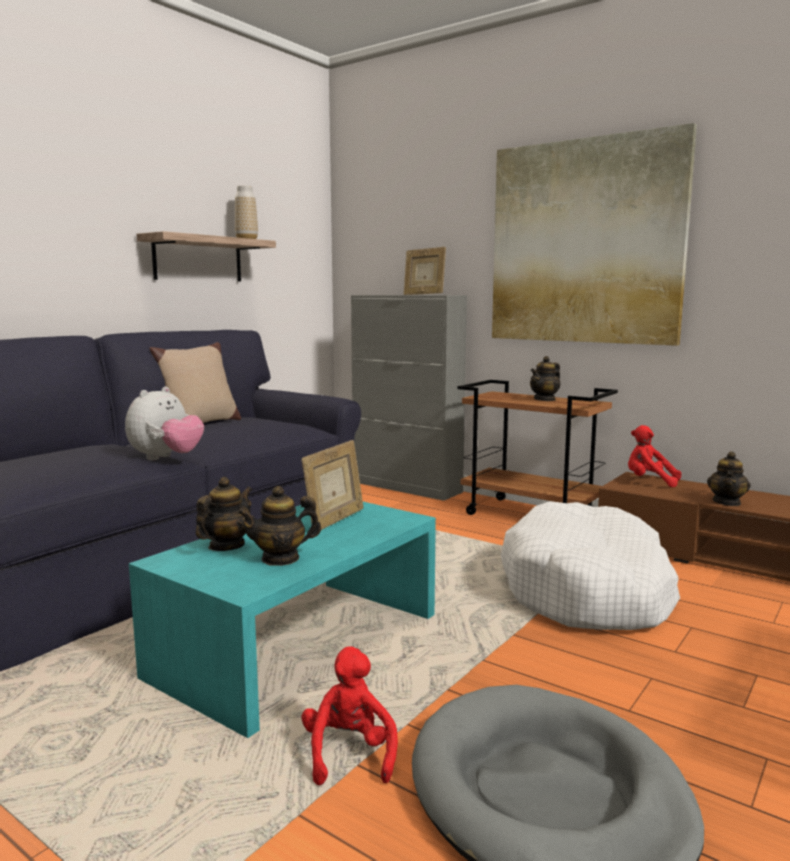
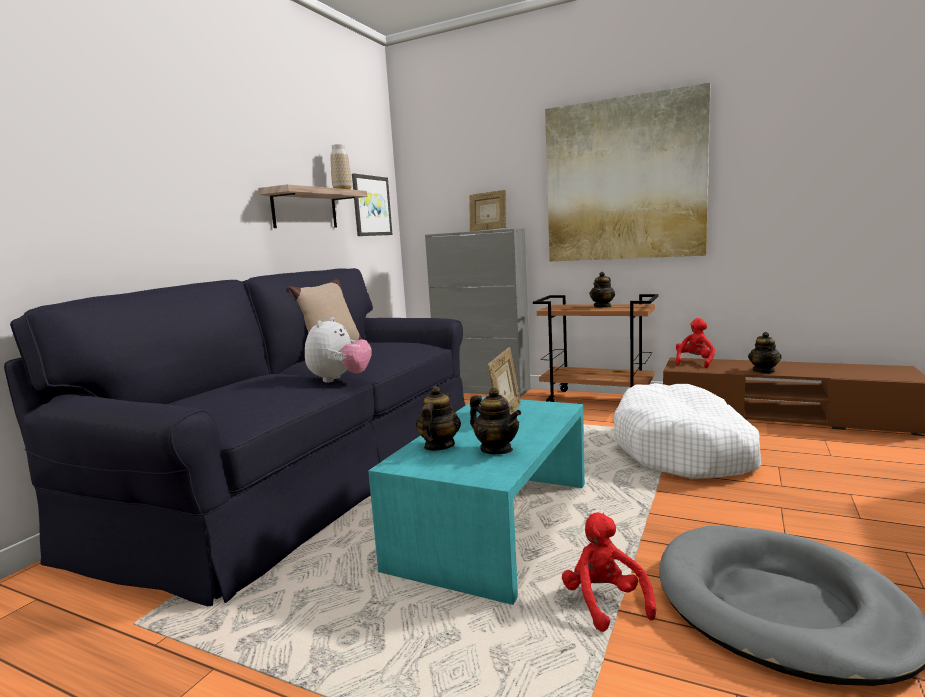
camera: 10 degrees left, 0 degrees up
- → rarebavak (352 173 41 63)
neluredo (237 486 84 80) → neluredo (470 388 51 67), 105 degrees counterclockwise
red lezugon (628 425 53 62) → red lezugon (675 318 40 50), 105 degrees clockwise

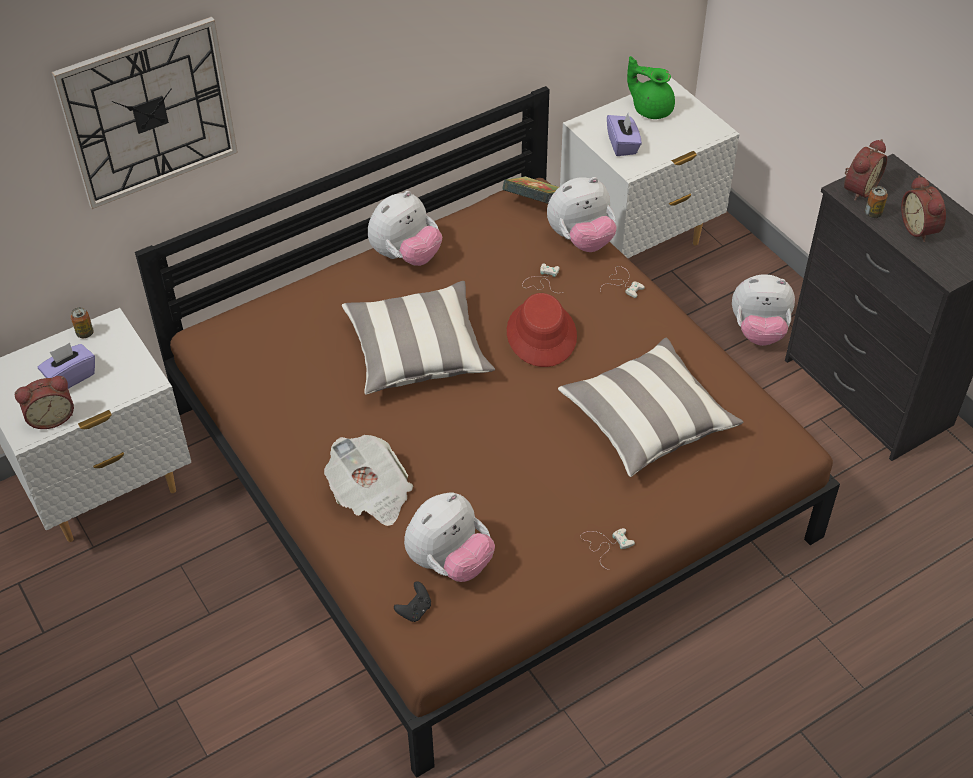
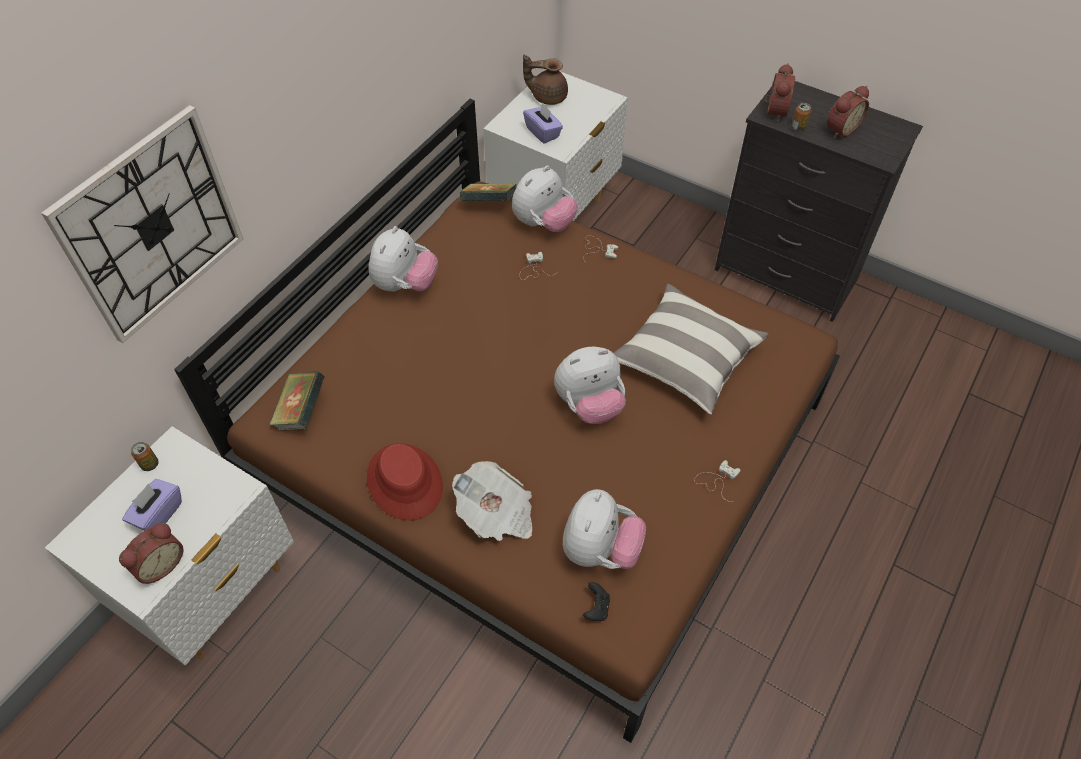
camera: 25 degrees left, 5 degrees up
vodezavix (342 281 153 113) → -
- → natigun (270 371 55 60)
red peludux (507 293 70 74) → red peludux (367 443 76 78), move
lezugon (732 274 63 72) → lezugon (554 347 72 77), move
green neluredo (627 56 48 63) → brown neluredo (523 55 45 50)
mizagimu (901 175 45 67) → mizagimu (826 86 43 53), 90 degrees counterclockwise

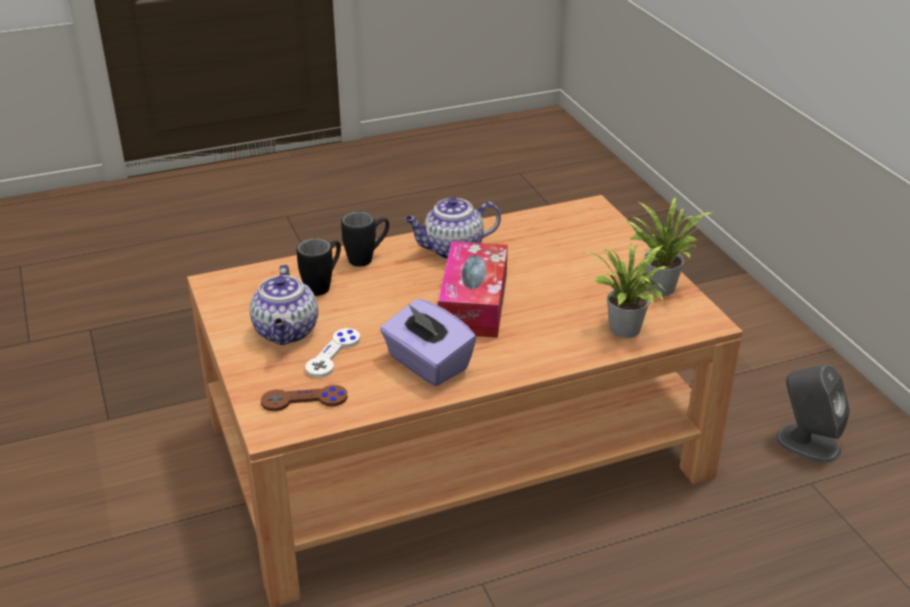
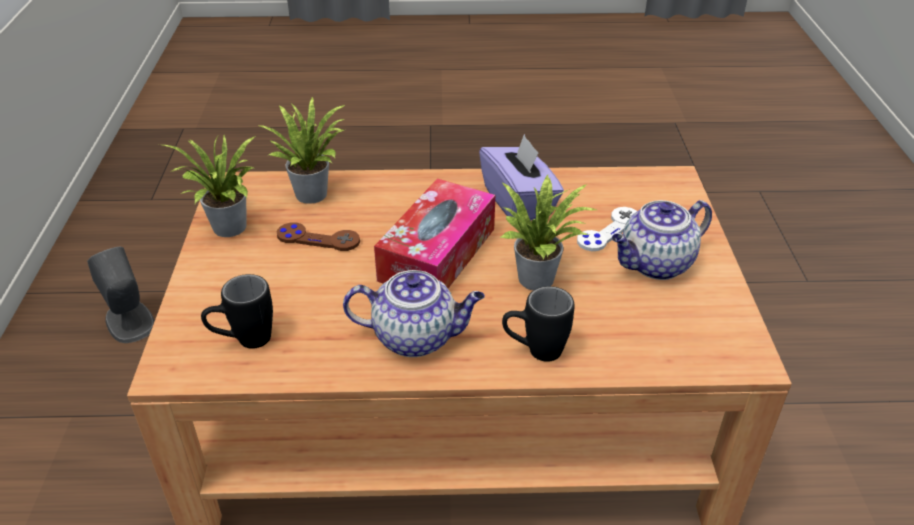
camera: 160 degrees left, 5 degrees up
- → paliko (500 175 97 116)
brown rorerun (261 385 87 26) → brown rorerun (277 223 83 28), move
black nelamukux (297 239 44 57) → black nelamukux (201 274 72 75), move
neluredo (250 264 68 81) → neluredo (612 200 100 80), 135 degrees counterclockwise

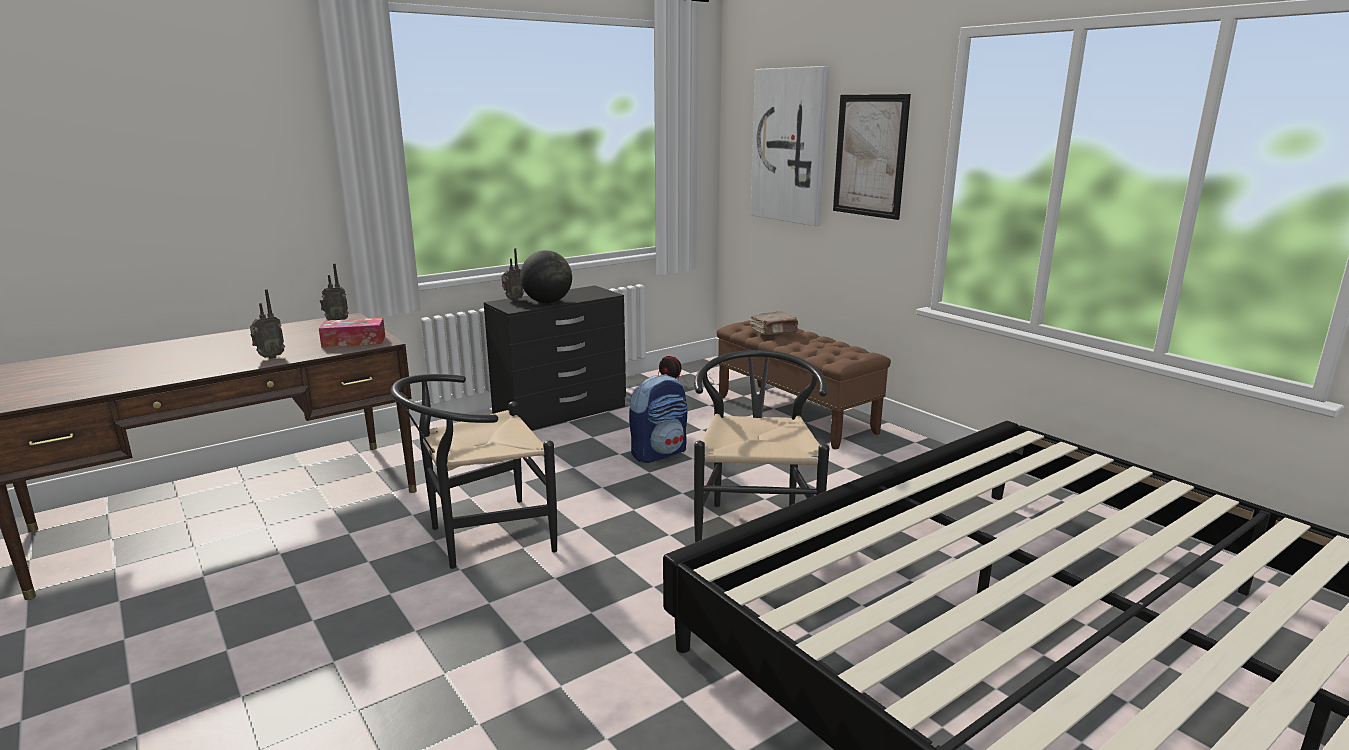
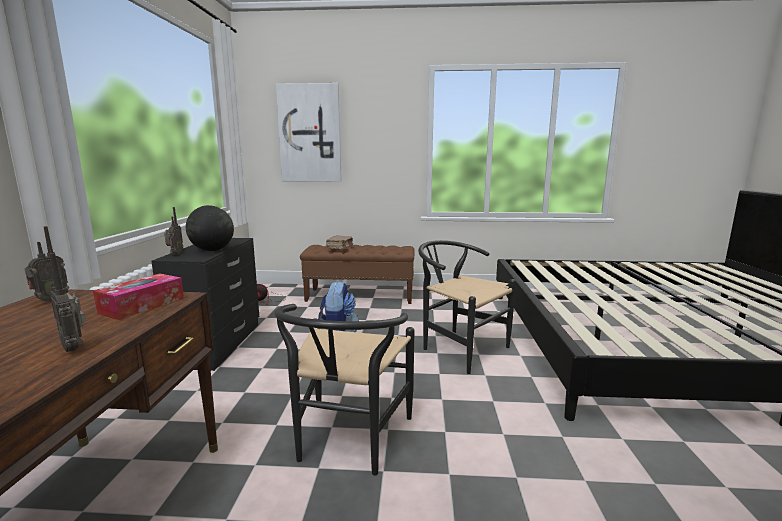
camera: 50 degrees left, 5 degrees down
rarebavak (833 94 78 126) → -
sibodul (250 289 35 70) → sibodul (50 253 36 99), 135 degrees clockwise

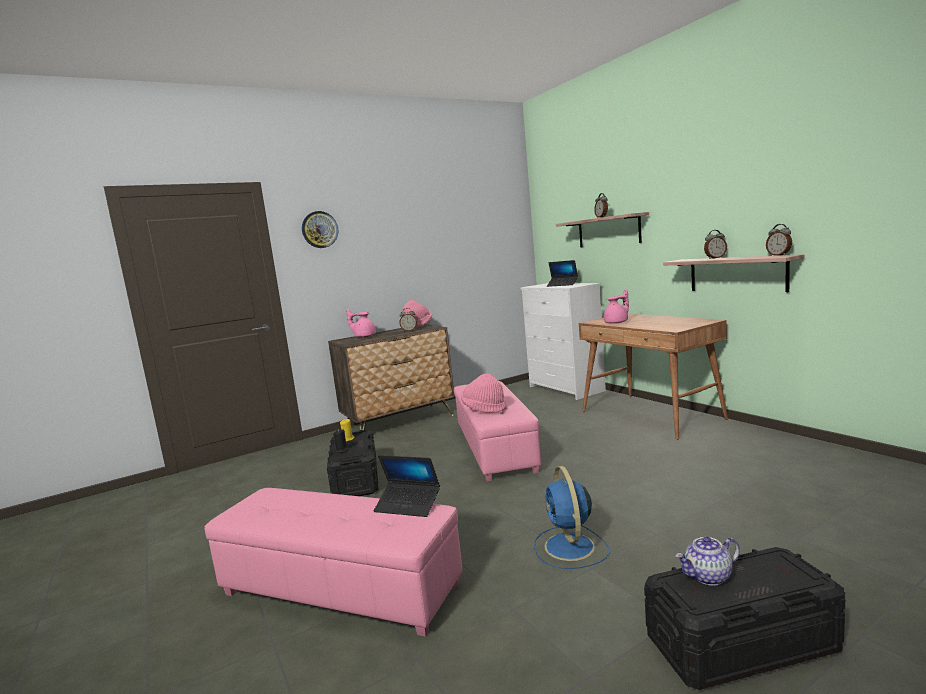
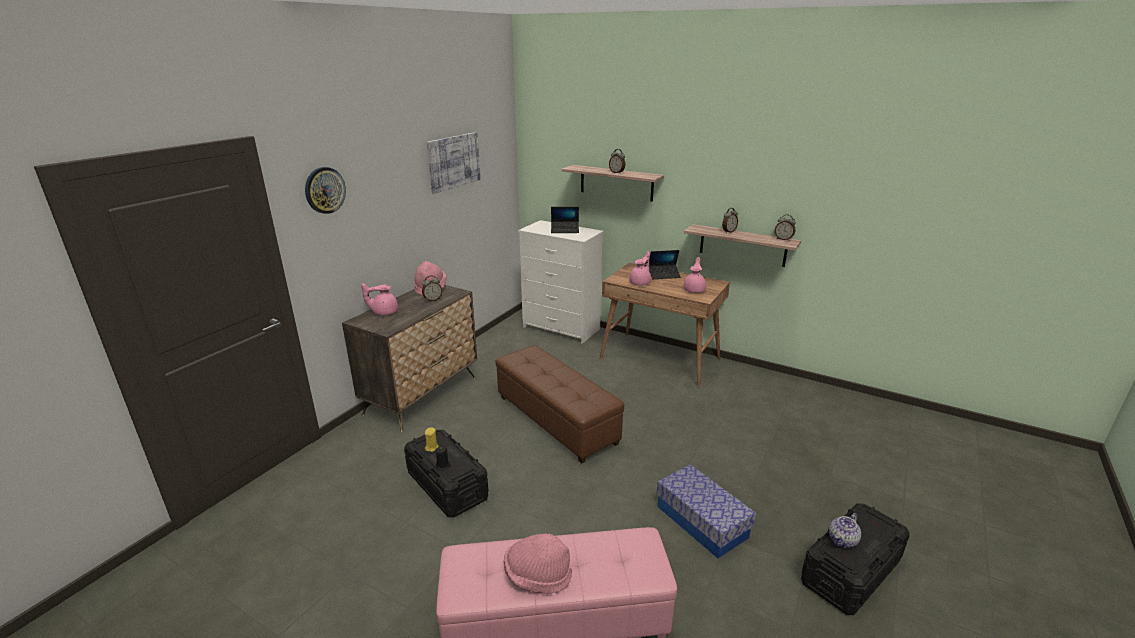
camera: 30 degrees left, 15 degrees up
- → rarebavak (427 132 54 62)
- → pink neluredo (683 257 23 36)
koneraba (374 455 66 62) → koneraba (649 250 32 29), move
pink peludux (461 373 46 40) → pink peludux (504 534 68 60), move
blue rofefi (534 466 76 103) → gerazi (657 464 99 94)
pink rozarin (454 381 87 100) → brown rozarin (495 345 129 118)

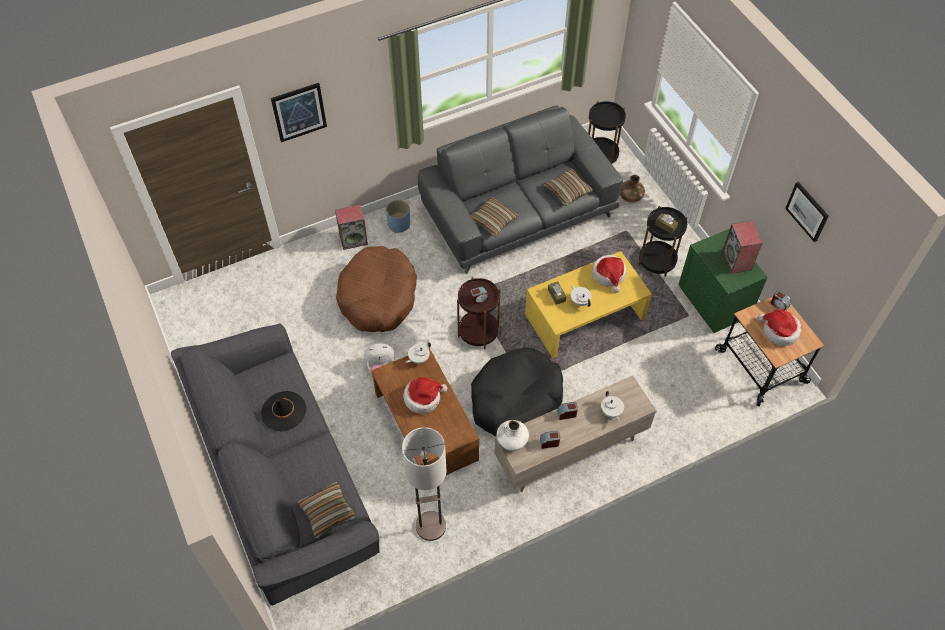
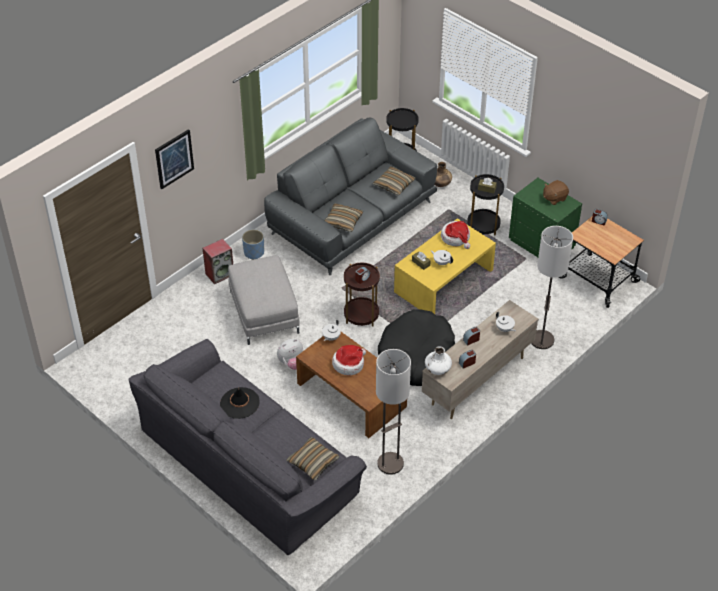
camera: 20 degrees left, 10 degrees down
peludux (757 309 44 37) → -
rarebavak (785 182 44 60) → -
- → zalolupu (531 226 42 123)
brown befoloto (336 246 81 86) → grey rozarin (228 255 72 90)
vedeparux (722 221 40 53) → brown lezugon (543 180 26 25)

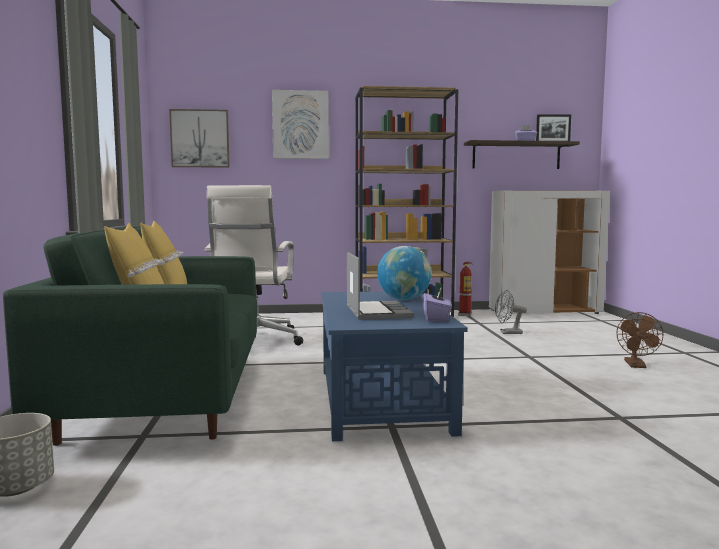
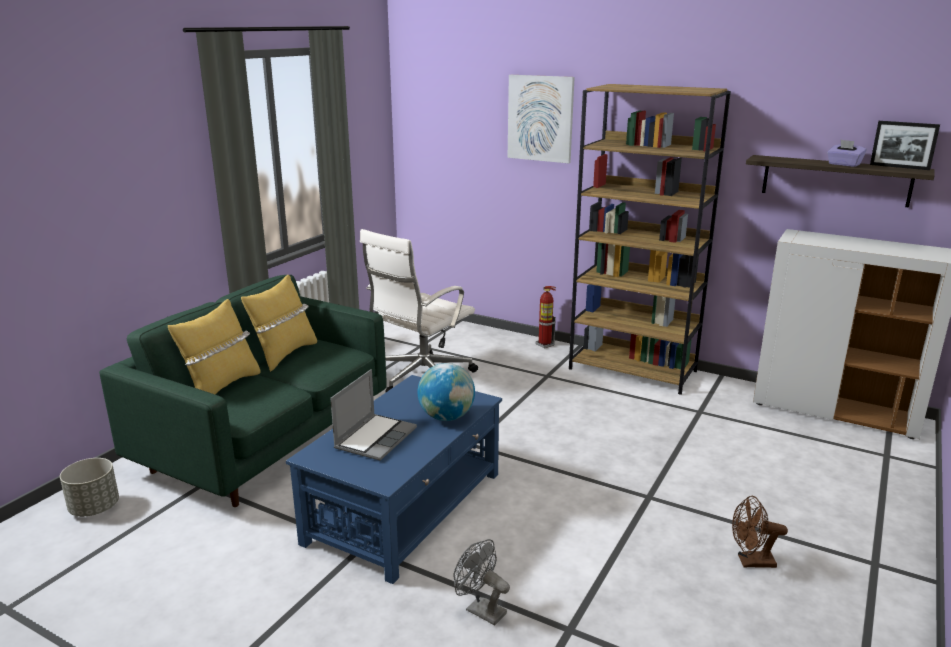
camera: 35 degrees right, 15 degrees up
rarebavak (169 109 61 59) → -
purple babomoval (422 287 30 35) → -
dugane (458 262 14 54) → dugane (536 286 20 63), move
grey rofefi (495 290 32 44) → grey rofefi (453 539 57 87), move
brown rofefi (617 312 46 56) → brown rofefi (732 496 56 72), 45 degrees clockwise

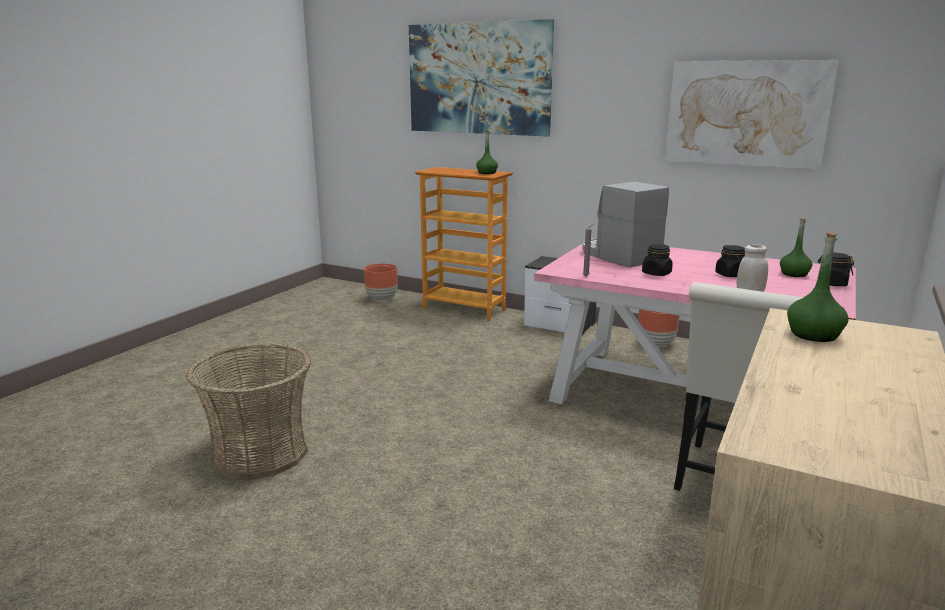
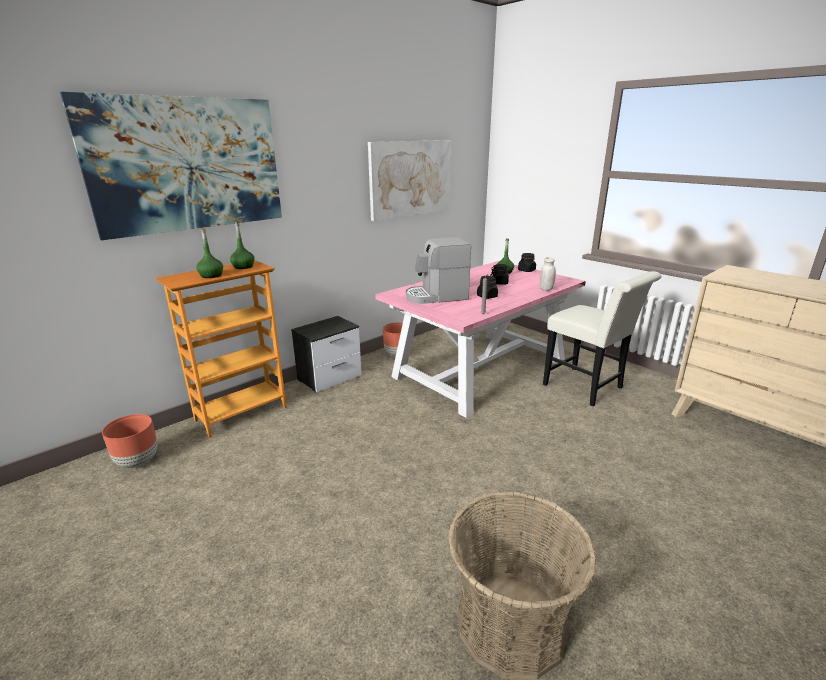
camera: 70 degrees left, 5 degrees up
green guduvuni (787 231 61 111) → green guduvuni (196 228 27 50), move

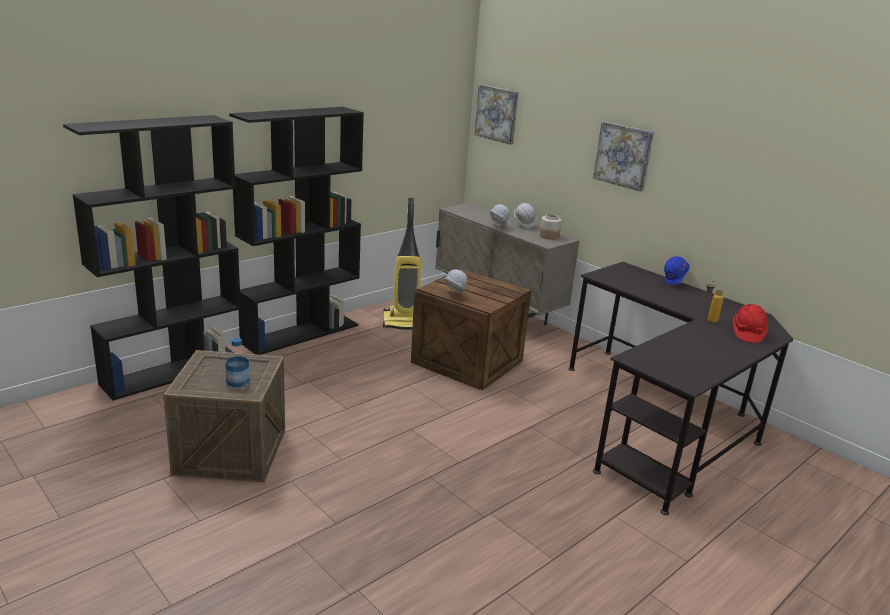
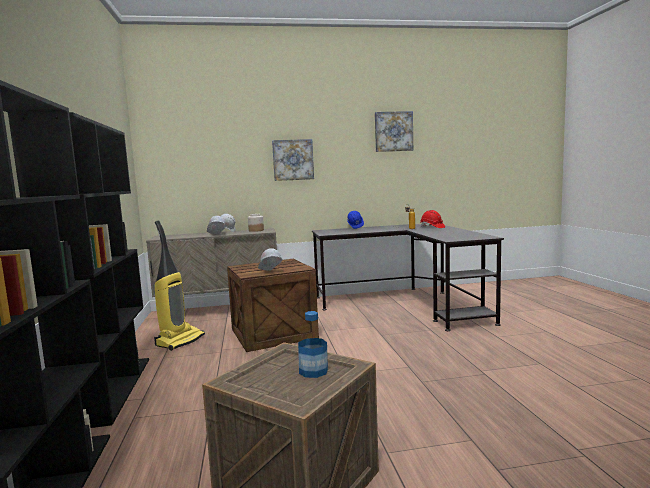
camera: 55 degrees left, 15 degrees down
rarebavak (474 85 45 60) → rarebavak (375 111 38 41), move

